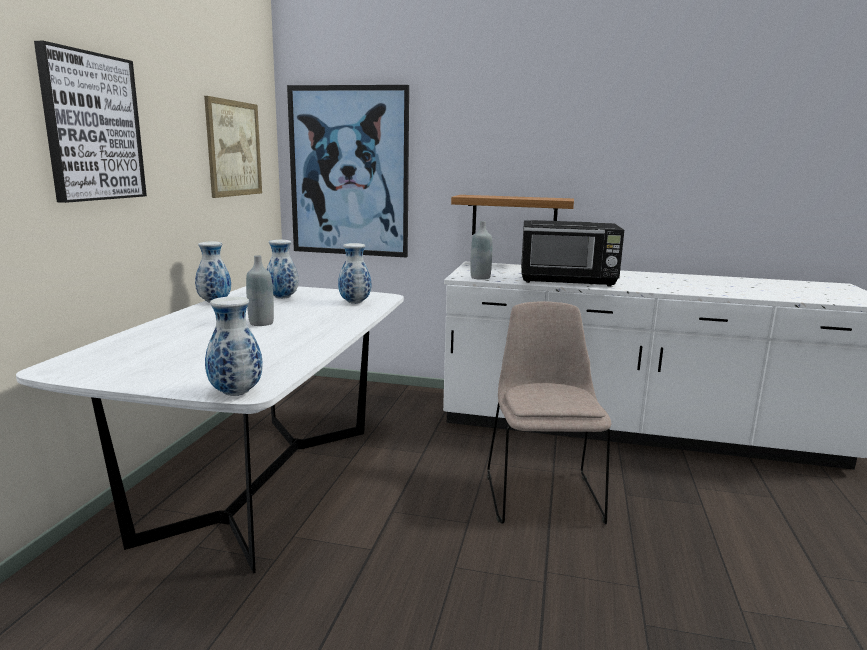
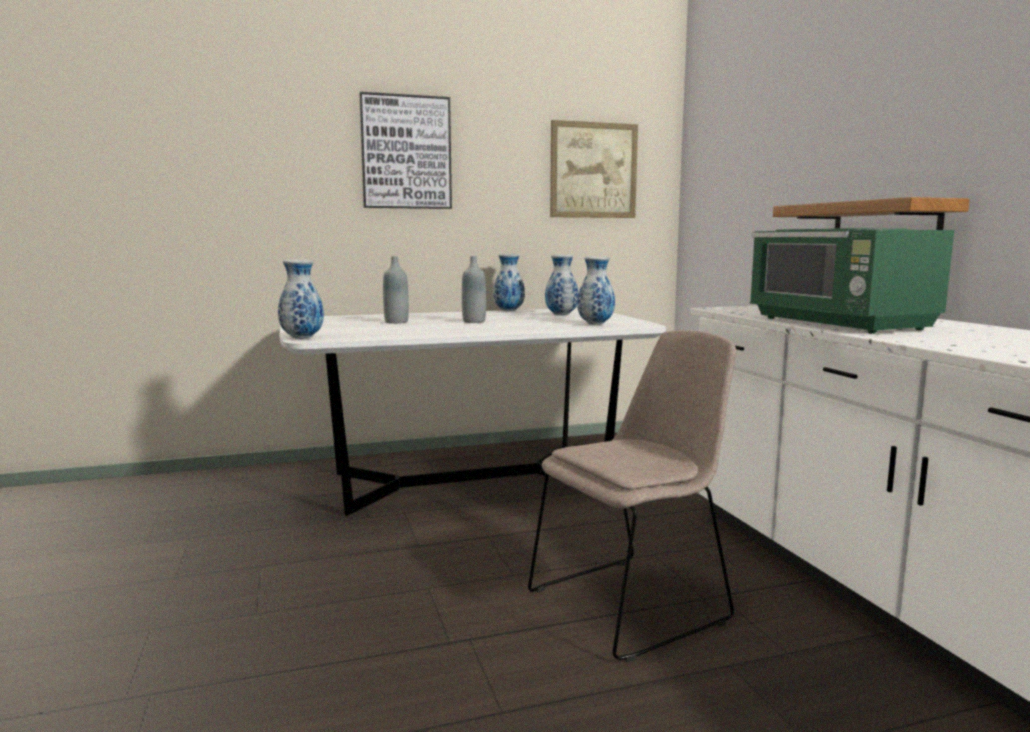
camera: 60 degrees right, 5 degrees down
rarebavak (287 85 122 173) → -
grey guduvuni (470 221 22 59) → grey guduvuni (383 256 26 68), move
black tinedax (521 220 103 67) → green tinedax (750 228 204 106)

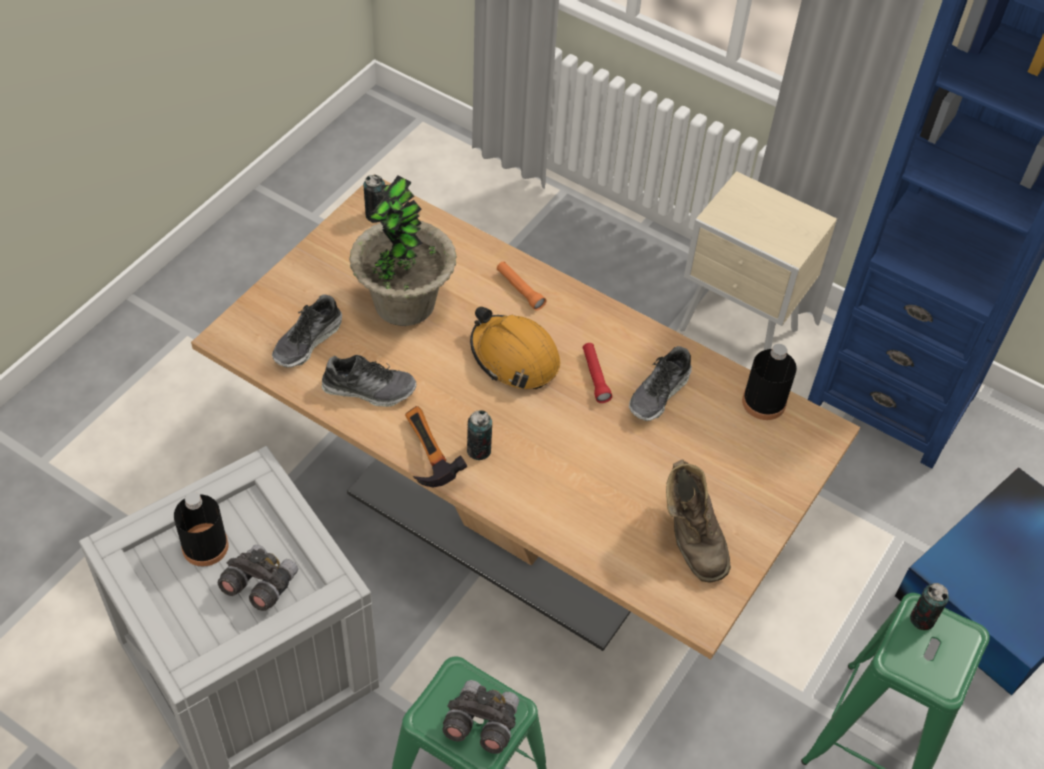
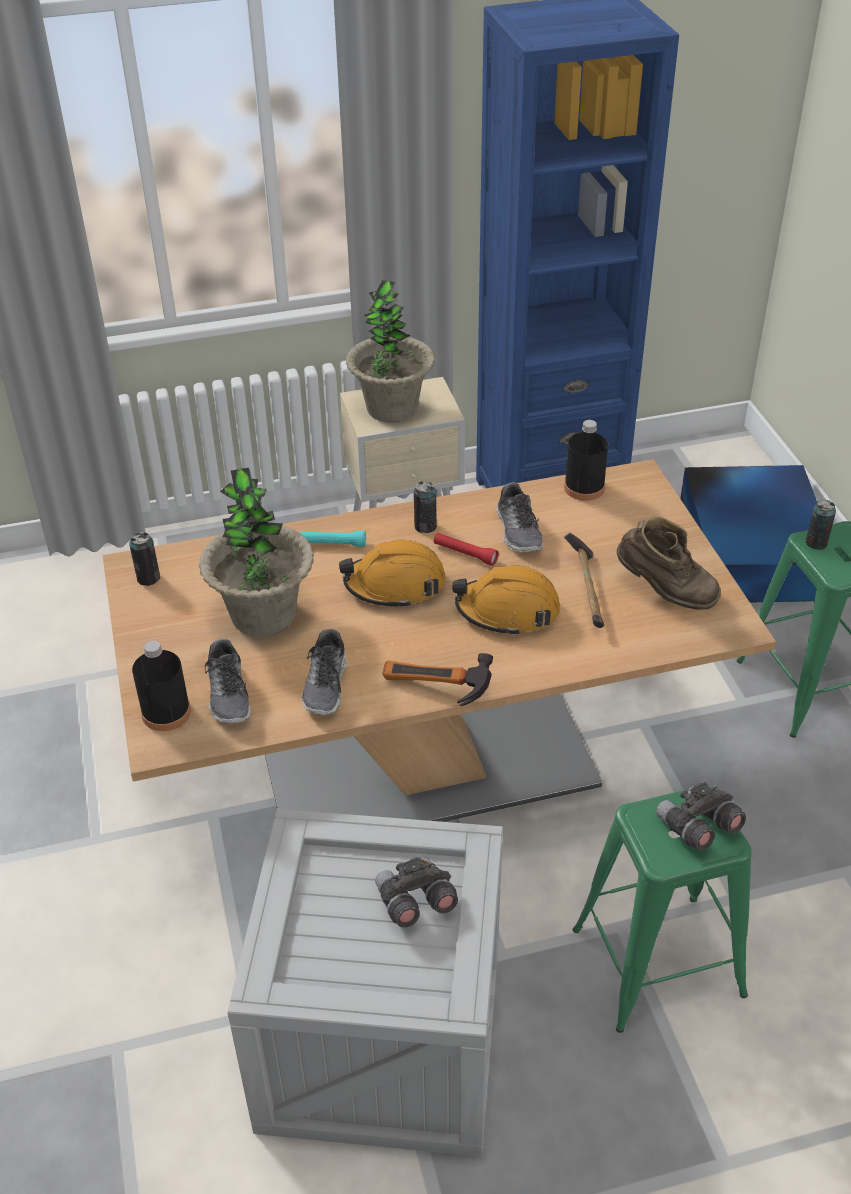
camera: 45 degrees left, 10 degrees down
- → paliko (346 280 89 142)
- → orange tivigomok (452 565 108 71)
- → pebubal (564 532 40 96)
black guduvuni (174 492 55 74) → black guduvuni (132 641 59 90), move
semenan (467 410 25 50) → semenan (414 481 23 52), move
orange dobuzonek (497 261 50 50) → turquoise dobuzonek (300 531 66 16)
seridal (322 355 95 52) → seridal (302 629 44 86), 135 degrees clockwise

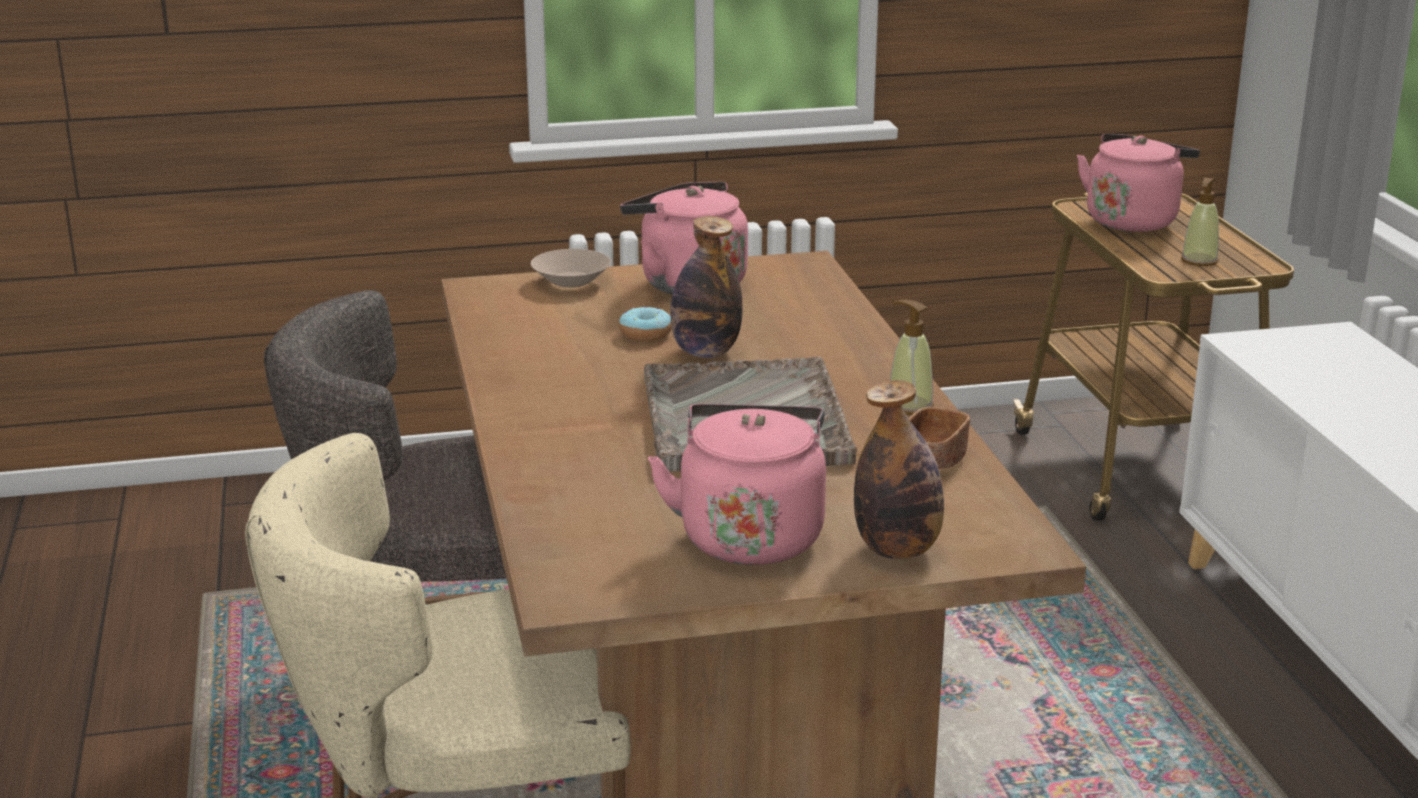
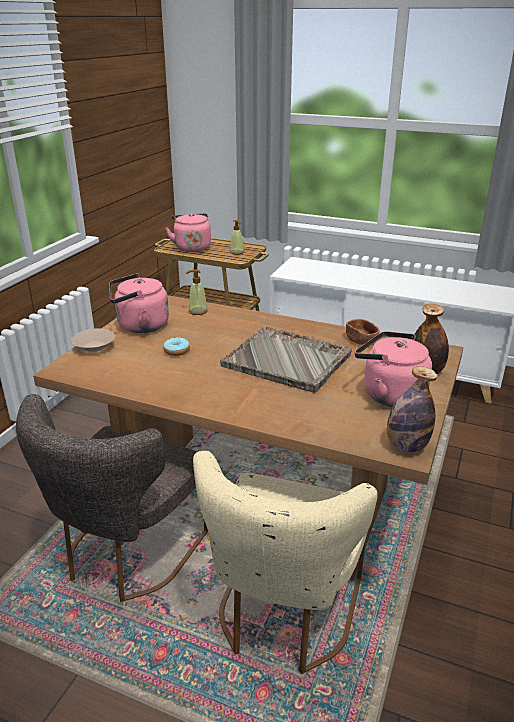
camera: 55 degrees left, 5 degrees up
guduvuni (670 216 73 142) → guduvuni (387 366 51 87), move
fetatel (890 299 44 116) → fetatel (186 269 21 46), move

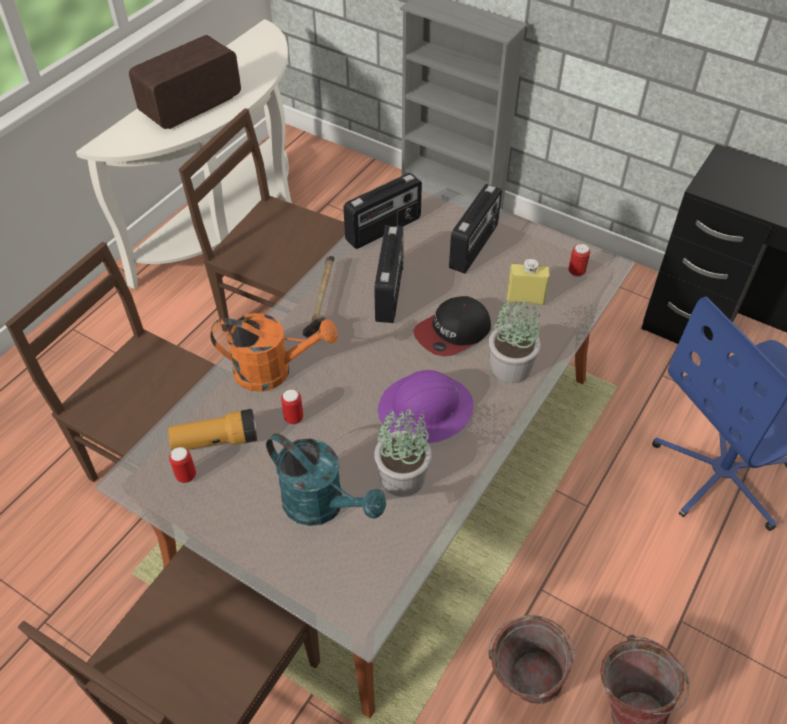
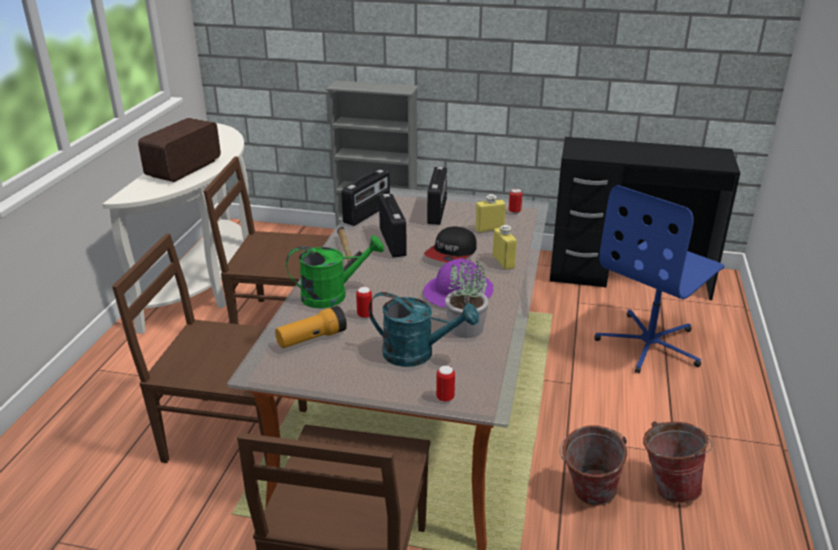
camera: 20 degrees left, 20 degrees down
semenan (169 447 27 36) → semenan (436 366 19 36), move
paliko (489 297 52 86) → yellow guduvuni (492 225 25 45)
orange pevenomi (210 313 128 79) → green pevenomi (286 235 98 73)

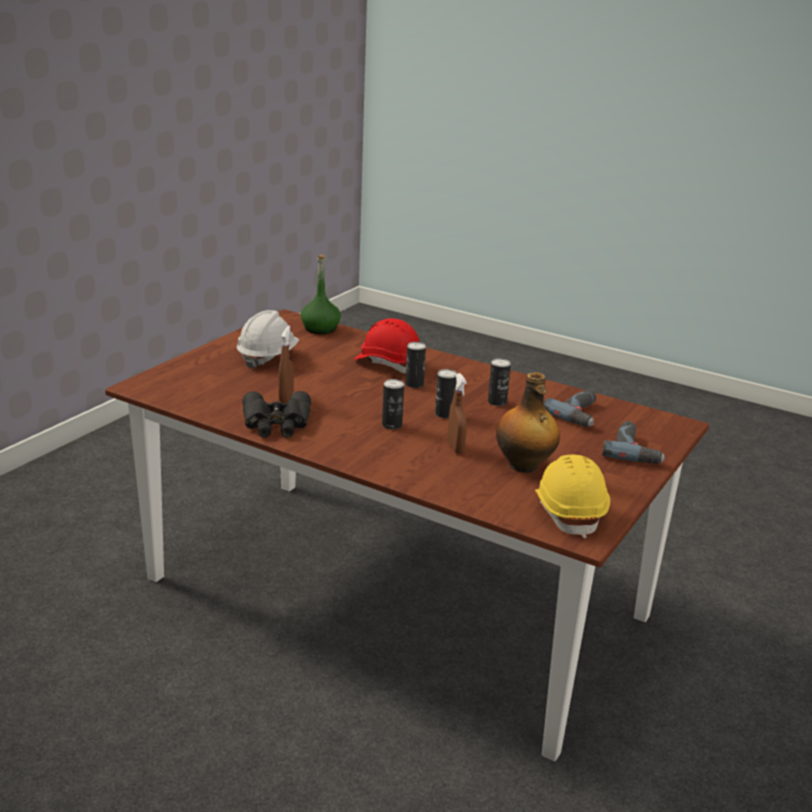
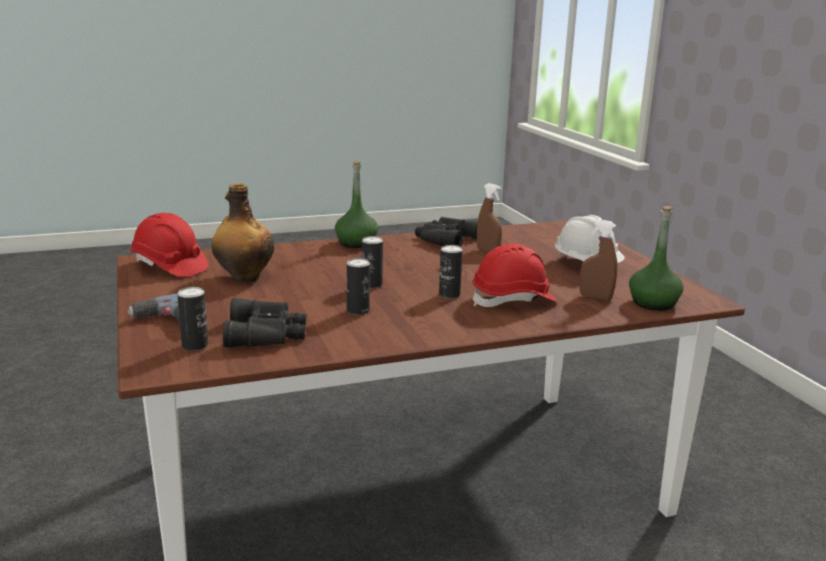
camera: 130 degrees right, 5 degrees down
- → green guduvuni (335 161 43 87)
semenan (382 379 22 50) → semenan (177 287 31 64), move
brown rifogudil (448 373 19 80) → brown rifogudil (580 219 38 82), move
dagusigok (544 389 52 38) → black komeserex (223 298 83 49)
yellow tivigomok (534 455 76 83) → red tivigomok (131 213 77 64)

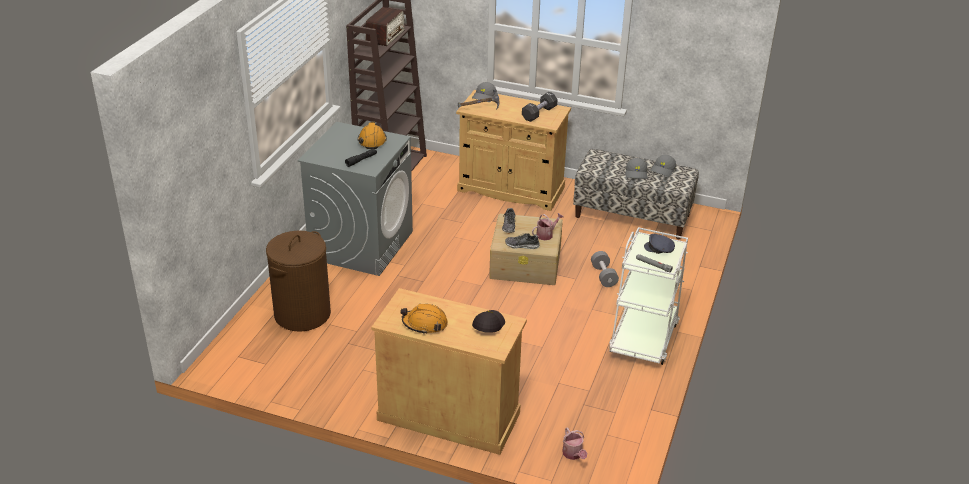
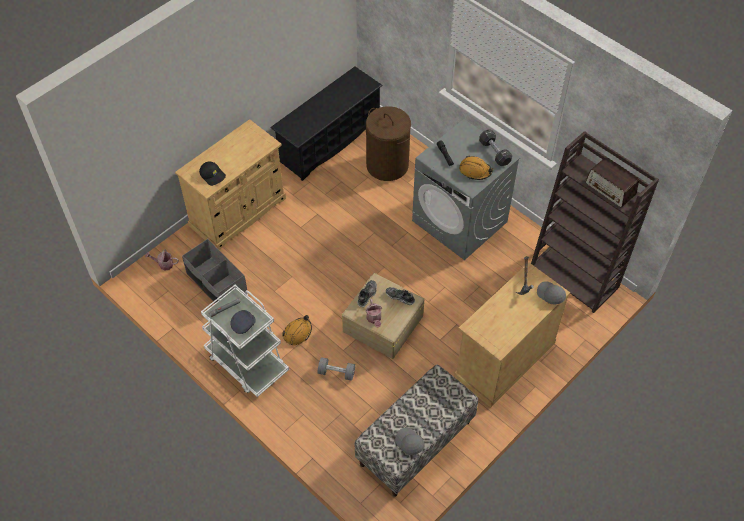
camera: 115 degrees right, 20 degrees up
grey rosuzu (625 158 22 21) → -
- → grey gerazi (182 239 66 64)
- → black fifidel (270 66 113 115)
orange tivigomok (400 304 48 30) → orange tivigomok (282 315 30 30), move
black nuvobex (522 92 36 30) → black nuvobex (479 129 33 37), move

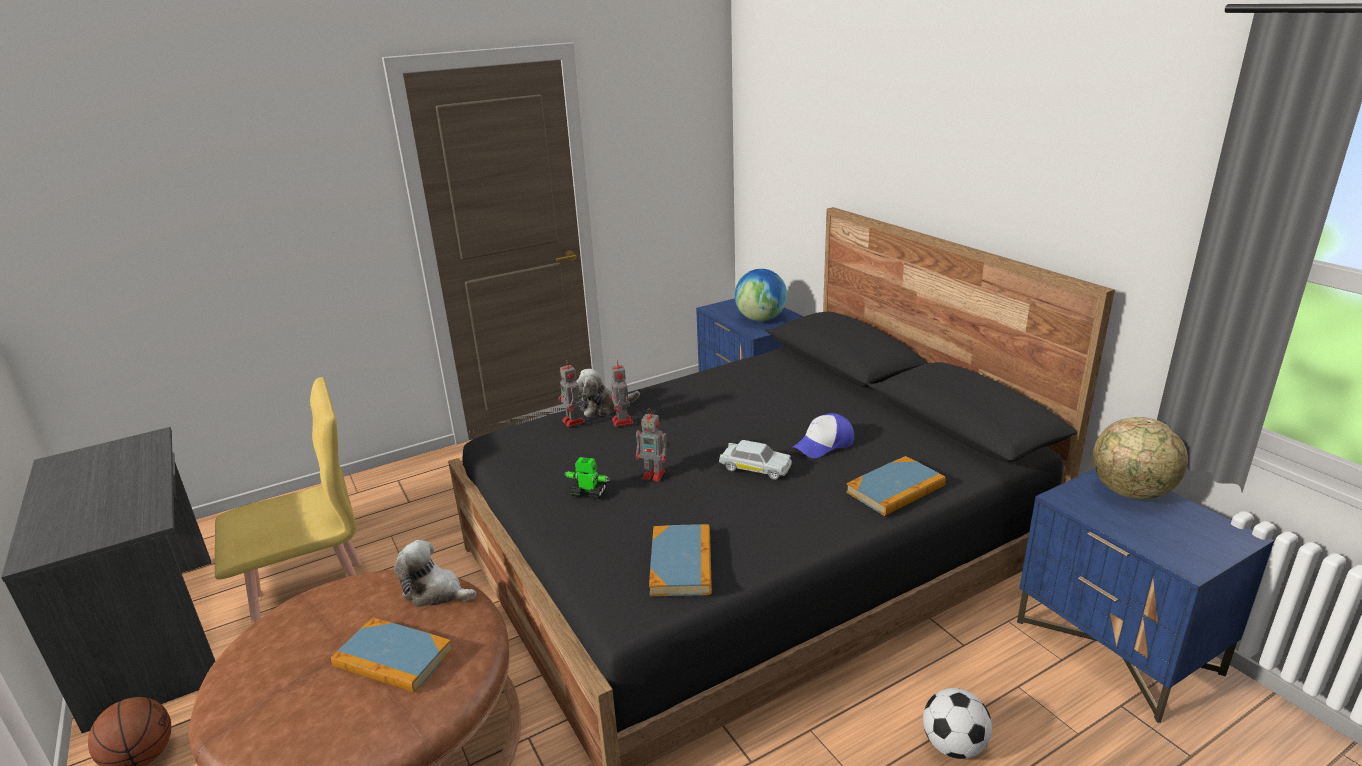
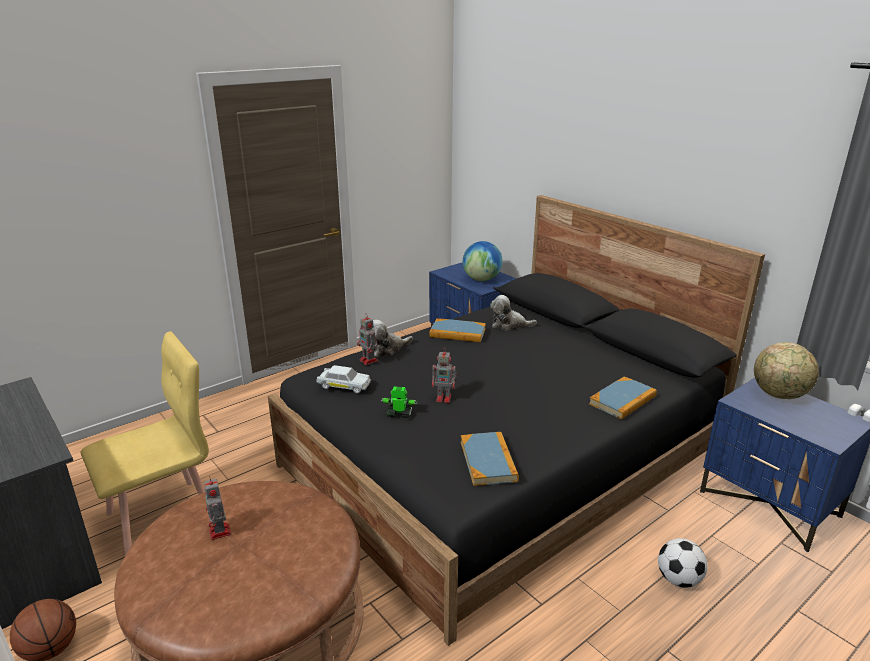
camera: 10 degrees left, 0 degrees up
rosuzu (793 413 61 45) → -
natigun (331 618 122 74) → natigun (430 318 56 24), move
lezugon (394 540 82 67) → lezugon (490 295 47 35), move
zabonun (610 360 23 67) → zabonun (204 479 27 61), move
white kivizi (719 440 73 40) → white kivizi (316 365 55 28), move

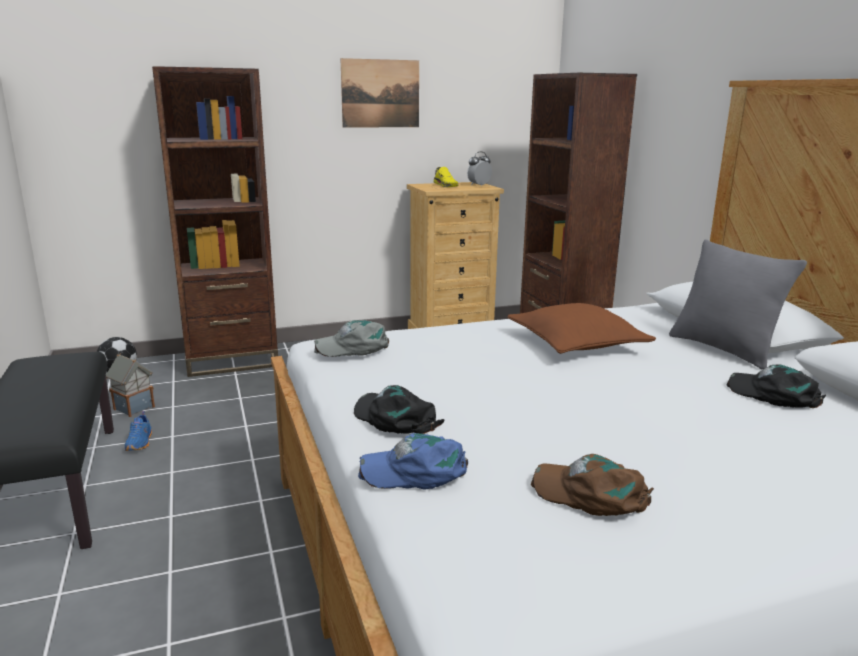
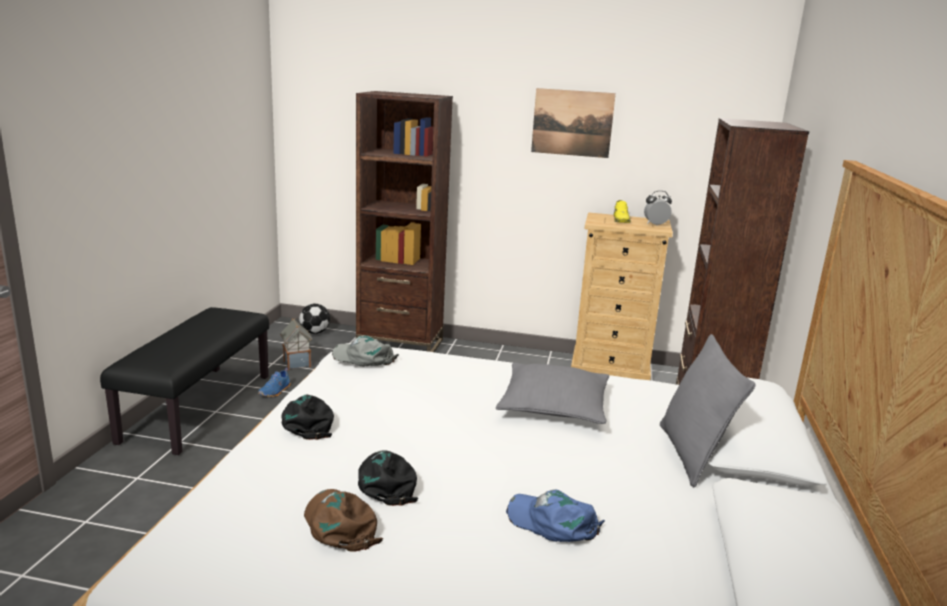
camera: 30 degrees right, 0 degrees up
blue rosuzu (358 433 110 56) → blue rosuzu (506 490 99 52), move
black rosuzu (727 364 99 44) → black rosuzu (358 451 60 55), move
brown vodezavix (507 303 149 51) → grey vodezavix (496 363 113 61)

